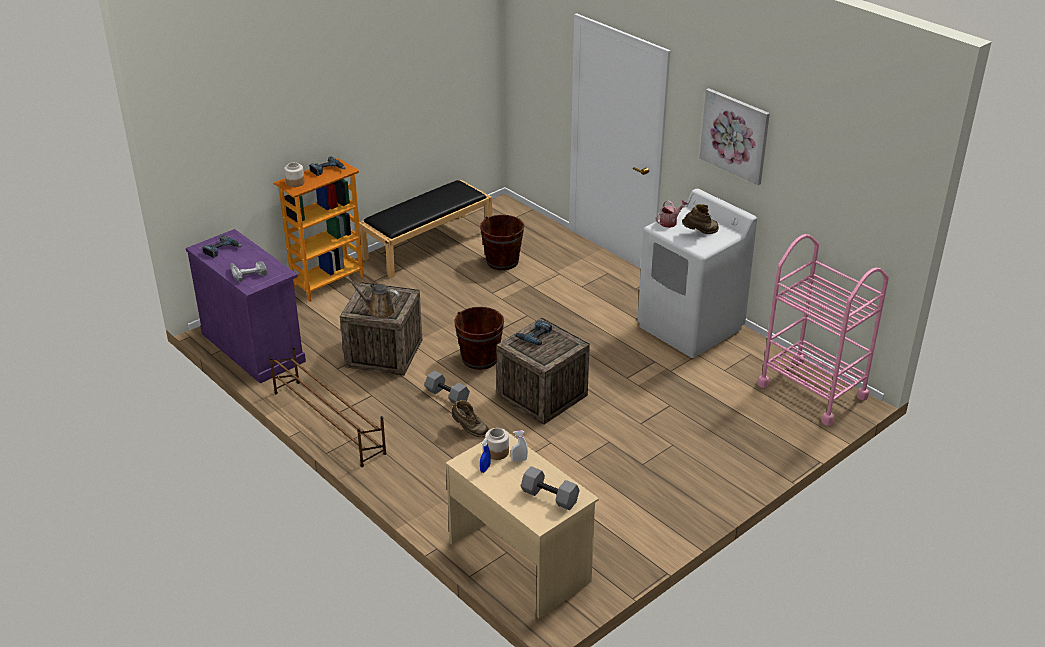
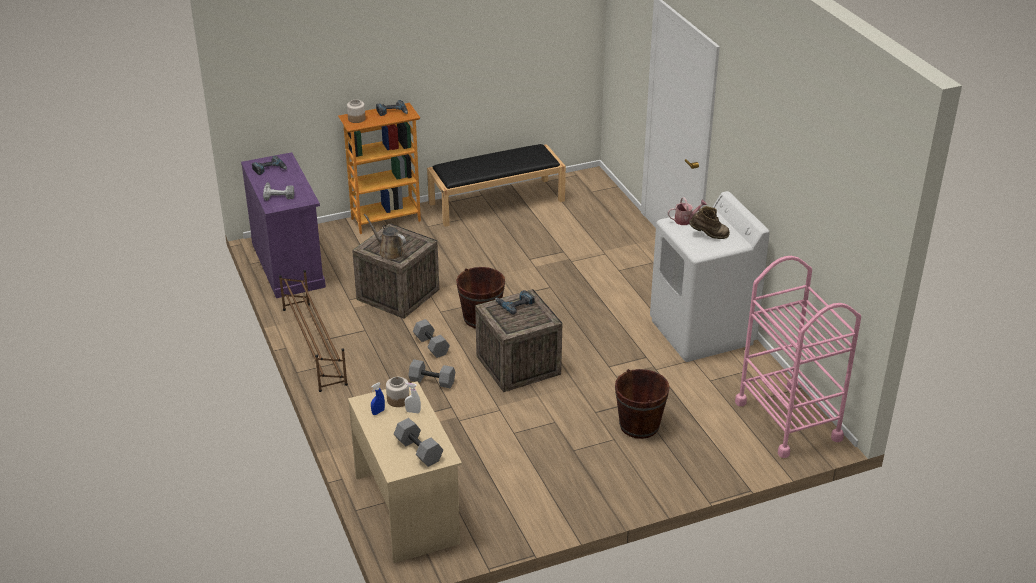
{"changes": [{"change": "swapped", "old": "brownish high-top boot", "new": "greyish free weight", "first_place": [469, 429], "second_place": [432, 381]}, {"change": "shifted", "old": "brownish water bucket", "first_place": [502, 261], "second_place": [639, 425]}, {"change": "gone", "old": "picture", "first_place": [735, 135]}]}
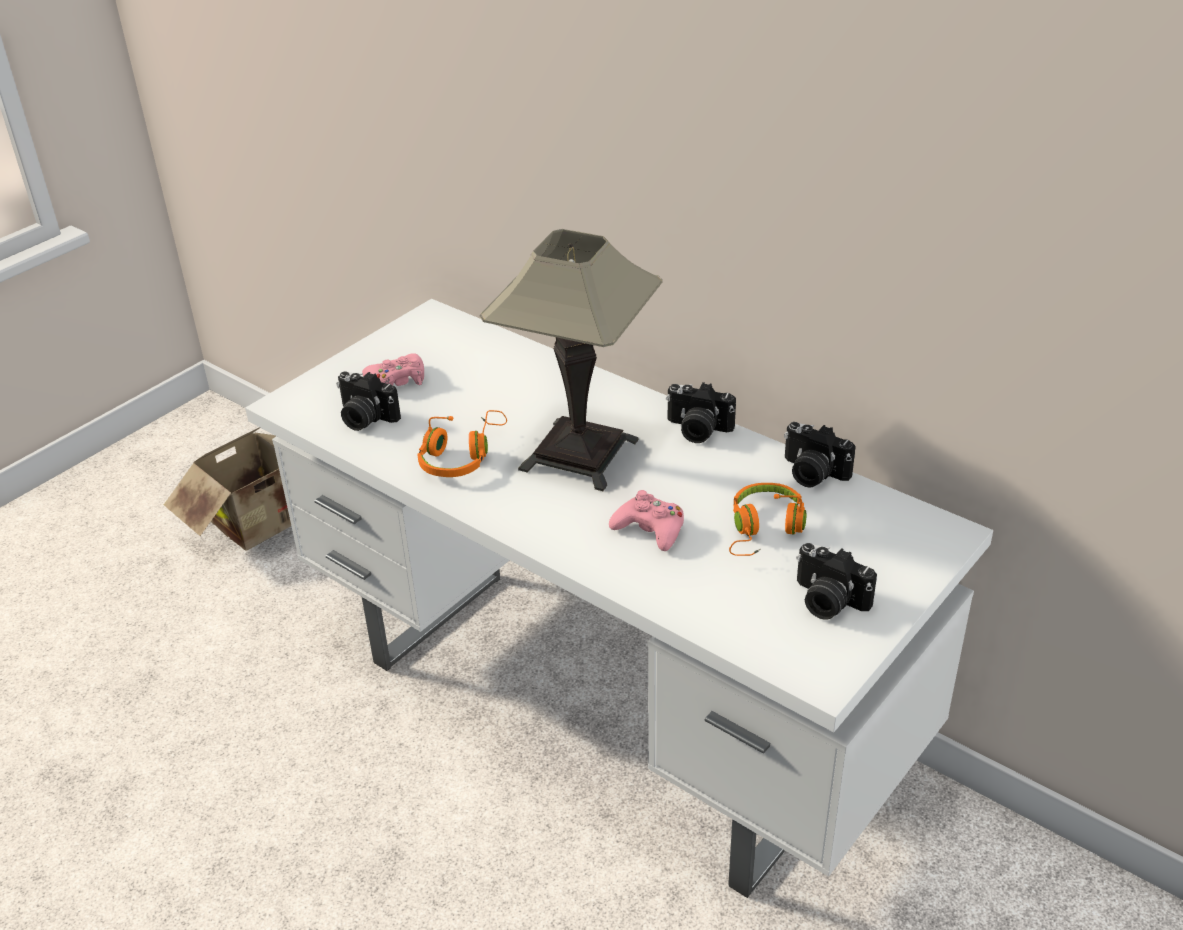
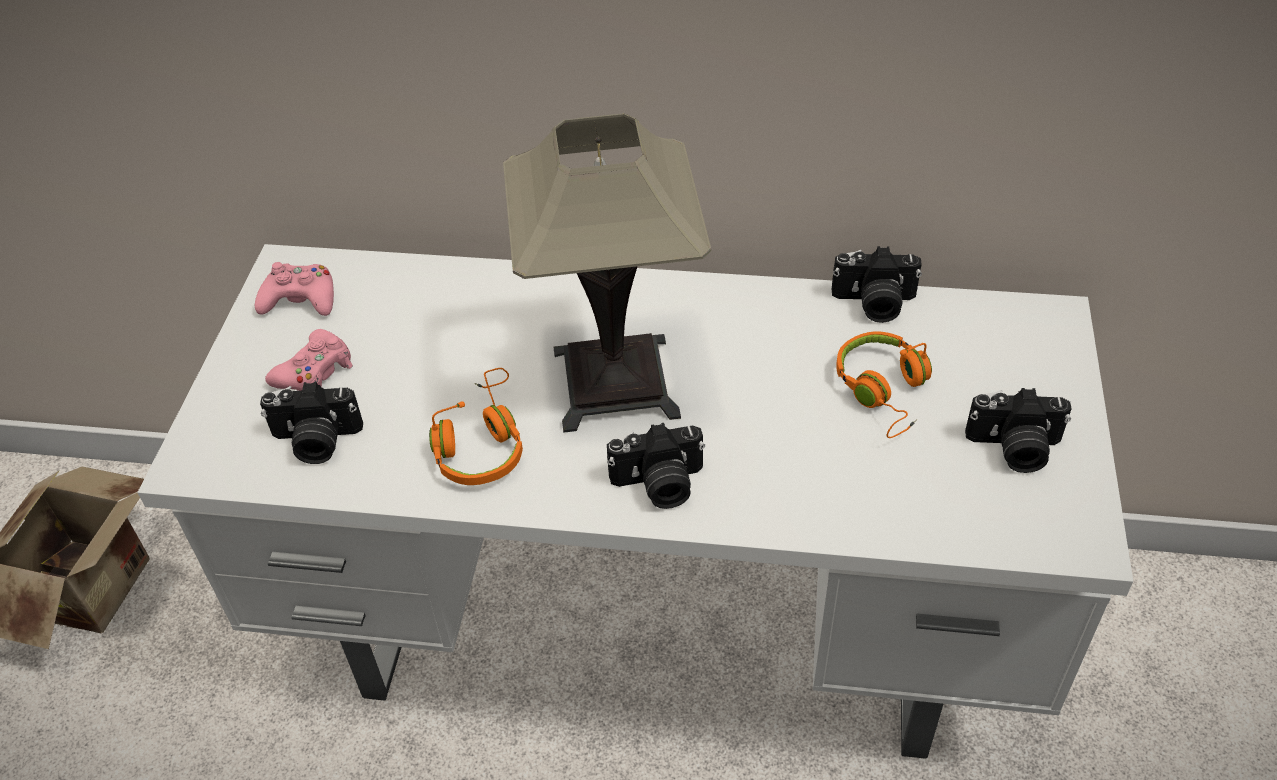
{"changes": [{"change": "shifted", "old": "pink-coloured joypad", "first_place": [650, 529], "second_place": [300, 299]}, {"change": "shifted", "old": "photo camera", "first_place": [697, 430], "second_place": [659, 485]}]}
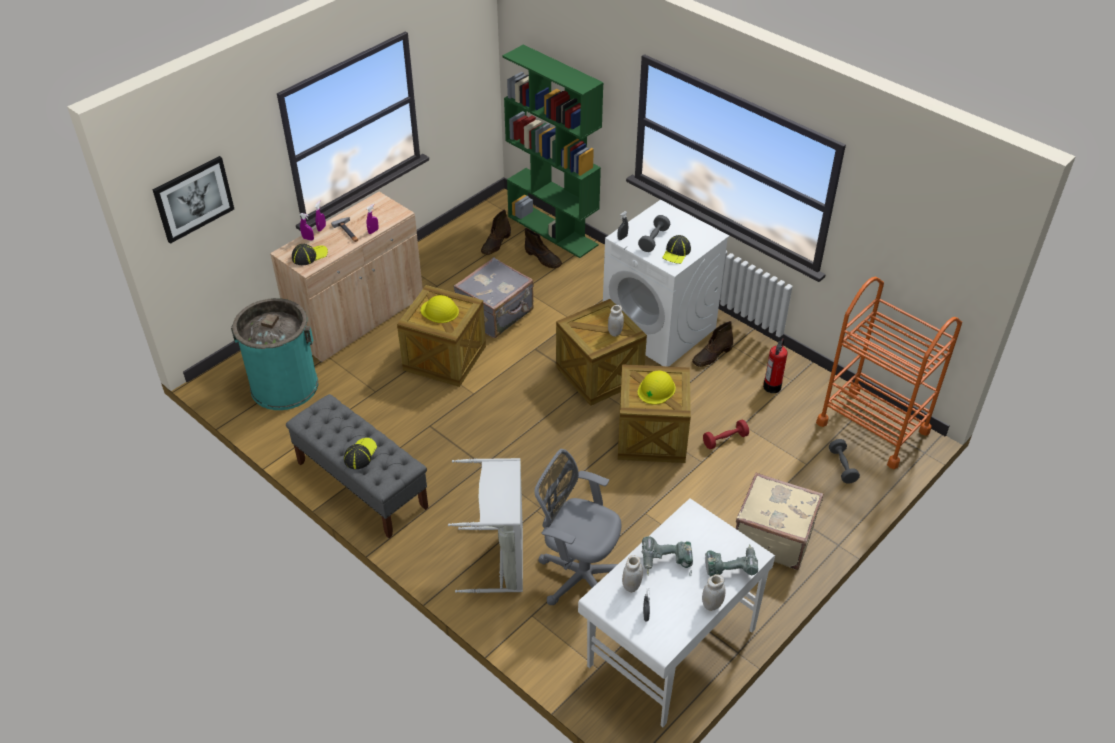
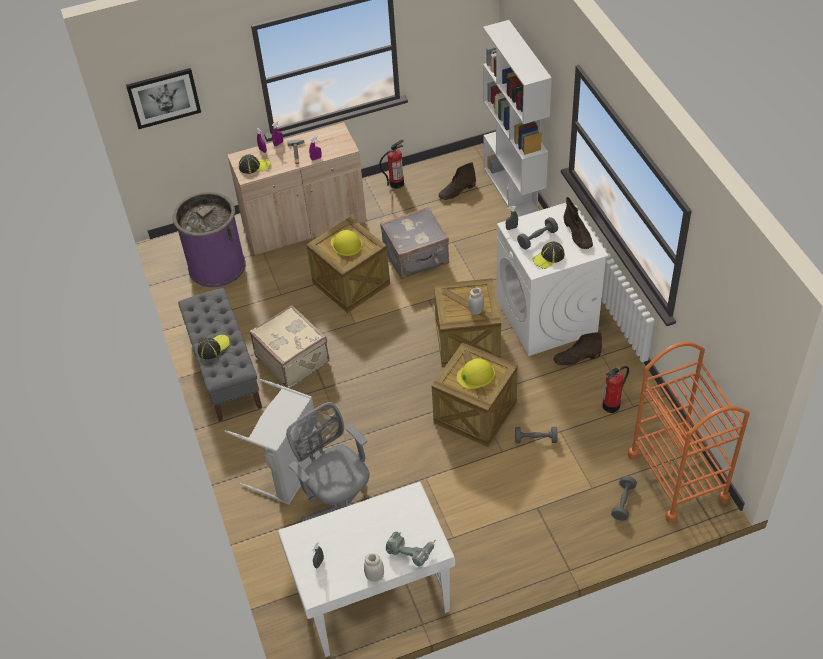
{"changes": [{"change": "repainted", "old": "blue-green rubbish bin", "new": "purple rubbish bin", "first_place": [284, 385], "second_place": [217, 266]}, {"change": "shifted", "old": "beige-coloured suitcase", "first_place": [773, 535], "second_place": [293, 359]}, {"change": "new", "new": "extinguisher", "second_place": [396, 183]}, {"change": "repainted", "old": "greenish bookcase", "new": "white-coloured bookcase", "first_place": [553, 230], "second_place": [514, 193]}, {"change": "repainted", "old": "red free weight", "new": "greyish free weight", "first_place": [725, 440], "second_place": [535, 439]}, {"change": "shifted", "old": "brownish high-top boot", "first_place": [543, 258], "second_place": [578, 234]}, {"change": "gone", "old": "white-coloured jar", "first_place": [631, 585]}, {"change": "gone", "old": "drill", "first_place": [666, 563]}]}
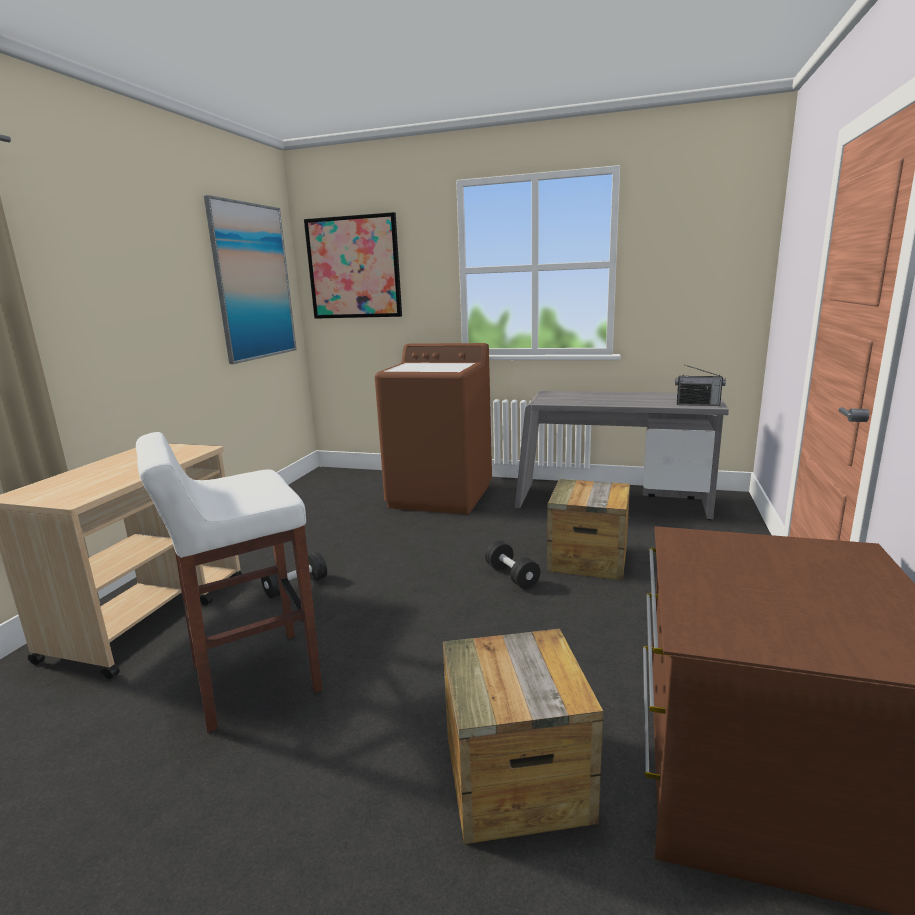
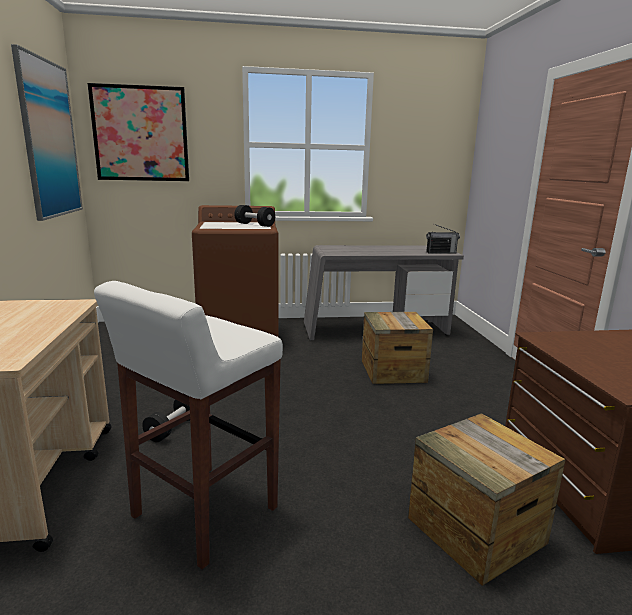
{"changes": [{"change": "shifted", "old": "black free weight", "first_place": [512, 576], "second_place": [254, 225]}]}
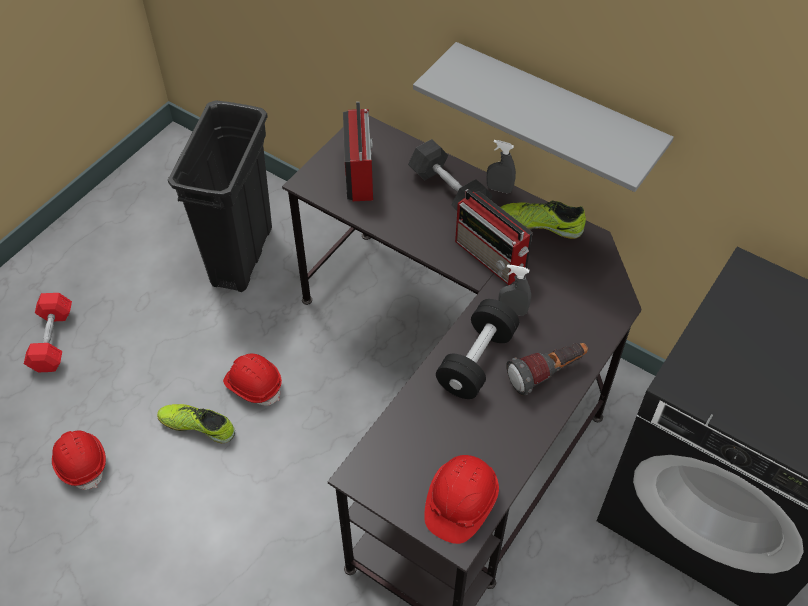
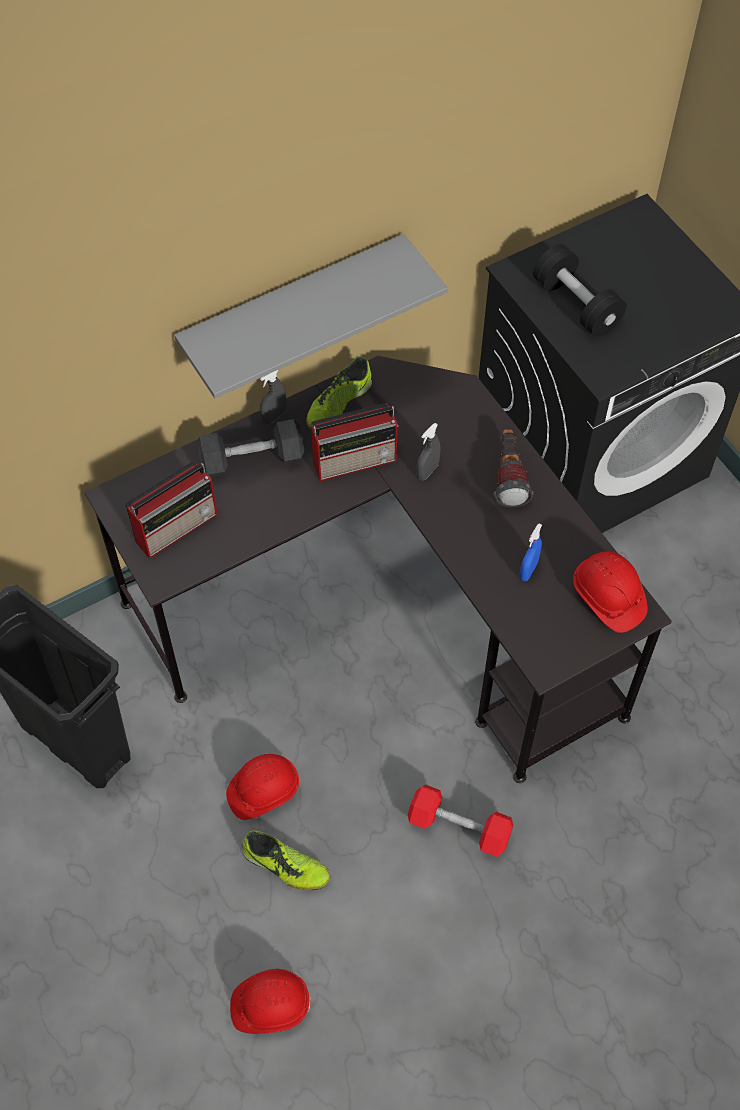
{"changes": [{"change": "rotated", "old": "radio set", "first_place": [360, 173], "second_place": [178, 526], "degrees": 120}, {"change": "rotated", "old": "low shoe", "first_place": [197, 426], "second_place": [285, 866], "degrees": -105}, {"change": "shifted", "old": "red free weight", "first_place": [52, 340], "second_place": [459, 827]}, {"change": "new", "new": "bluish hand sprayer", "second_place": [528, 570]}, {"change": "shifted", "old": "black free weight", "first_place": [476, 360], "second_place": [576, 305]}]}
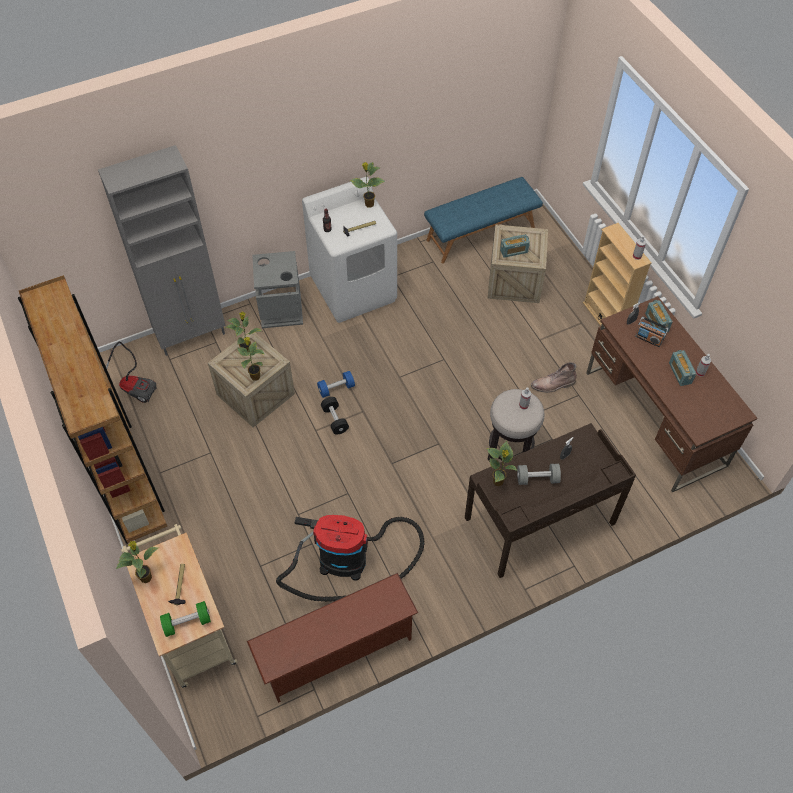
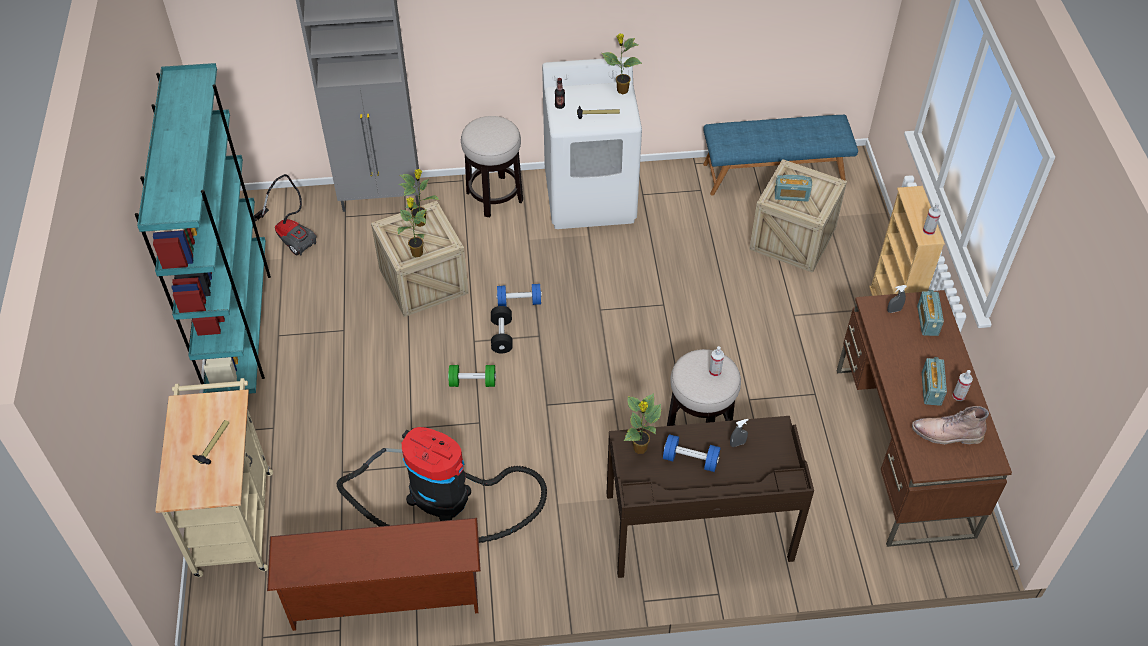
{"changes": [{"change": "repainted", "old": "brownish bookcase", "new": "blue-green bookcase", "first_place": [125, 475], "second_place": [240, 327]}, {"change": "shifted", "old": "greenish free weight", "first_place": [187, 622], "second_place": [472, 382]}, {"change": "swapped", "old": "greyish rubbish bin", "new": "stool seat", "first_place": [280, 310], "second_place": [494, 196]}, {"change": "repainted", "old": "greyish free weight", "new": "bluish free weight", "first_place": [537, 478], "second_place": [690, 460]}, {"change": "shifted", "old": "brownish high-top boot", "first_place": [553, 385], "second_place": [946, 434]}, {"change": "gone", "old": "potted plant", "first_place": [146, 577]}, {"change": "gone", "old": "radio set", "first_place": [648, 339]}]}
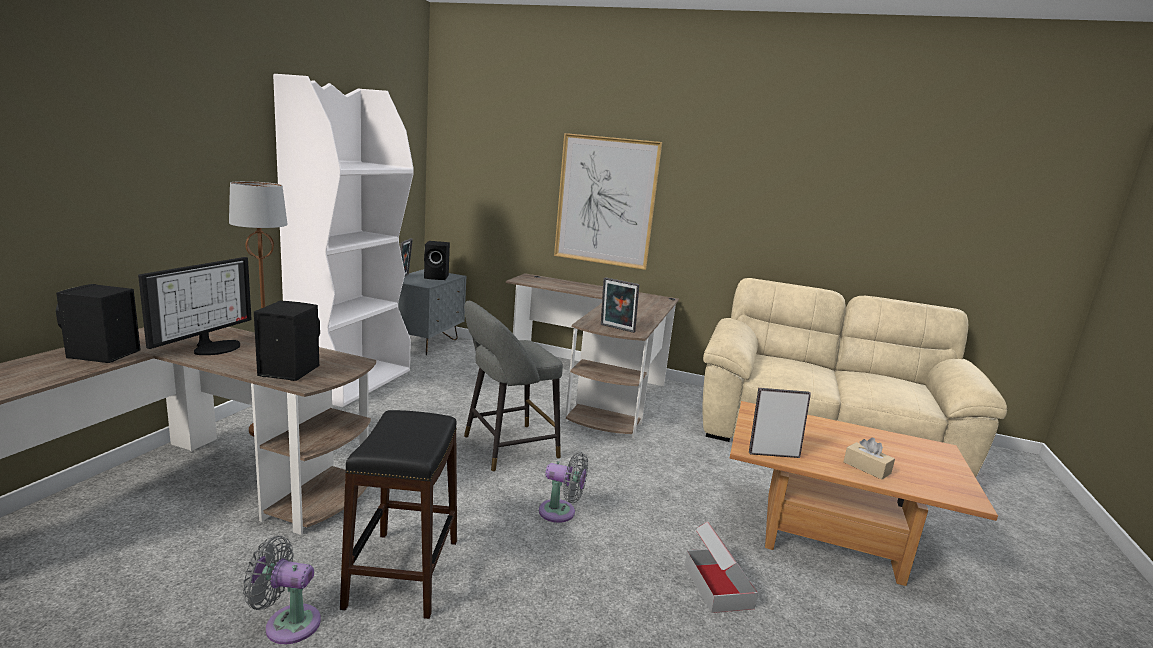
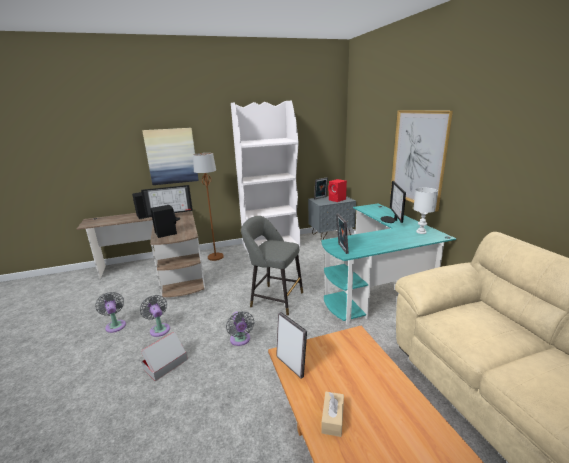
{"changes": [{"change": "swapped", "old": "black stool seat", "new": "greyish cooling fan", "first_place": [404, 572], "second_place": [159, 329]}, {"change": "shifted", "old": "packing box", "first_place": [718, 586], "second_place": [165, 364]}, {"change": "new", "new": "picture", "second_place": [171, 156]}, {"change": "repainted", "old": "brownish desk table", "new": "blue-green desk table", "first_place": [596, 387], "second_place": [381, 286]}, {"change": "repainted", "old": "black loudspeaker", "new": "red loudspeaker", "first_place": [437, 277], "second_place": [337, 200]}, {"change": "new", "new": "monitor", "second_place": [390, 219]}, {"change": "new", "new": "white-coloured table lamp", "second_place": [421, 232]}]}
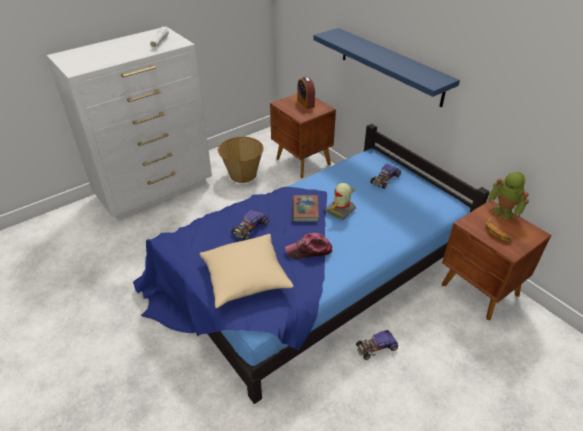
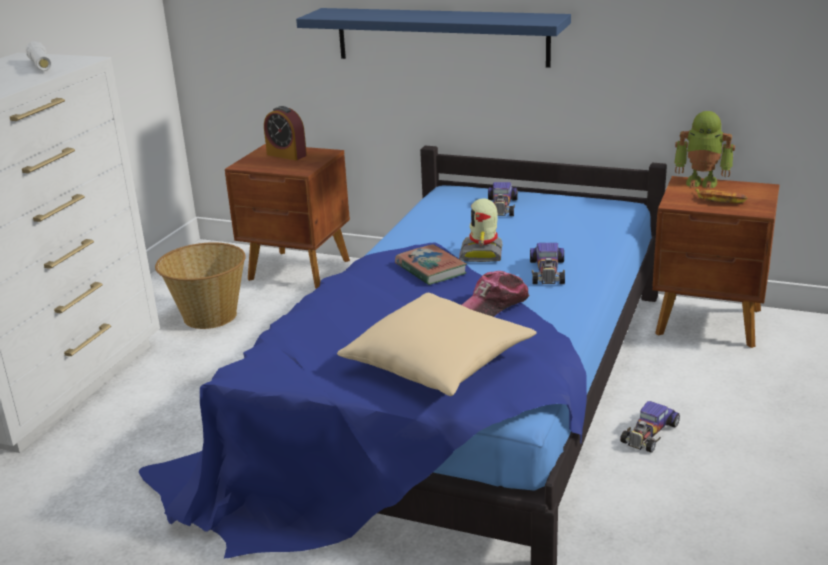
{"changes": [{"change": "shifted", "old": "toy car", "first_place": [249, 228], "second_place": [547, 272]}]}
